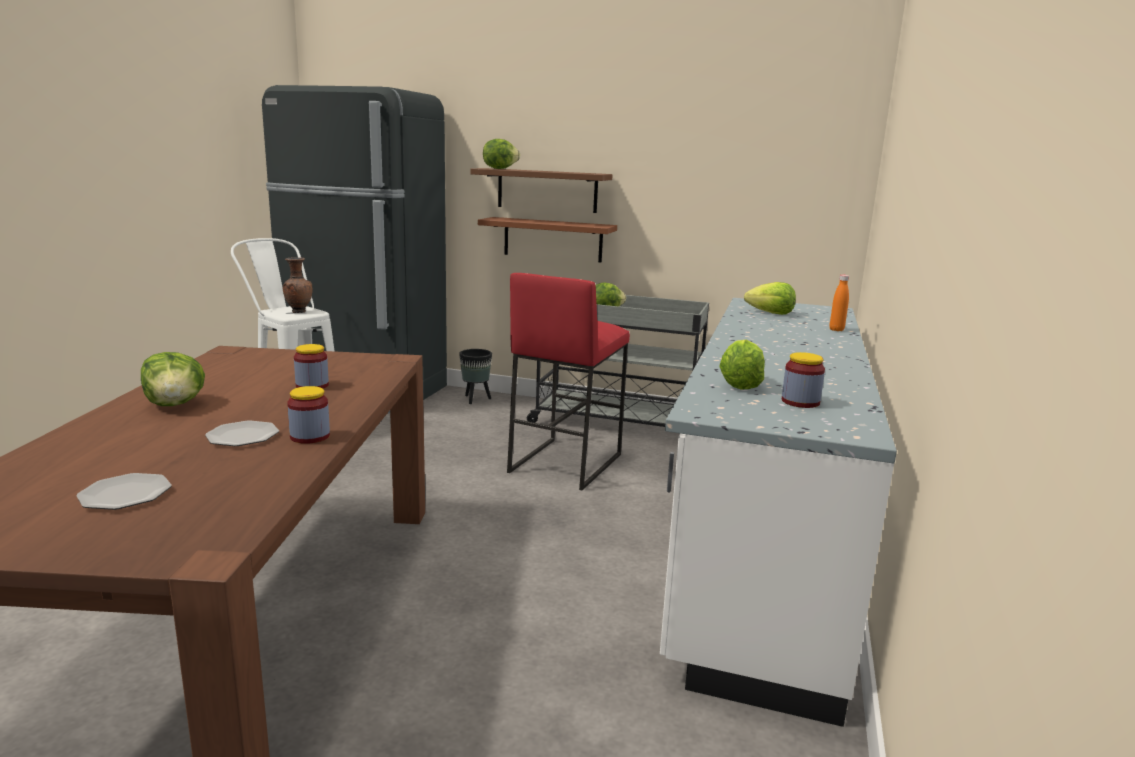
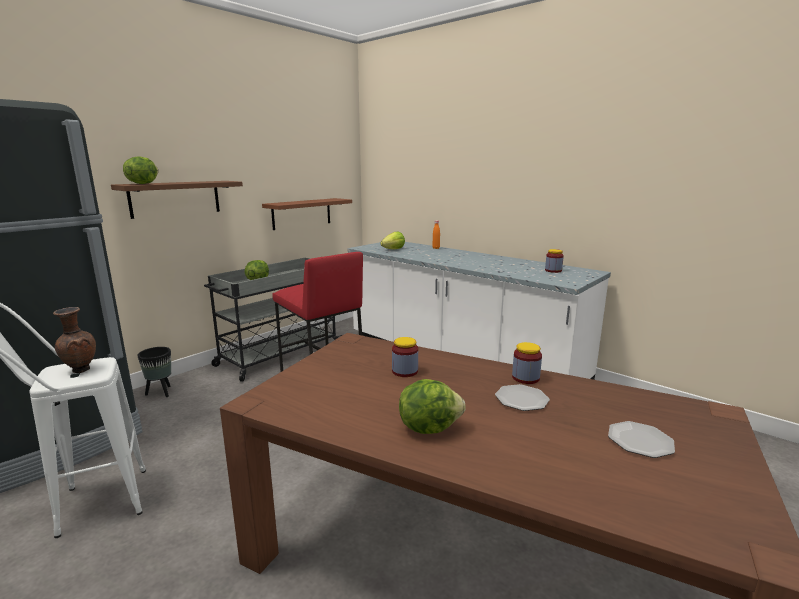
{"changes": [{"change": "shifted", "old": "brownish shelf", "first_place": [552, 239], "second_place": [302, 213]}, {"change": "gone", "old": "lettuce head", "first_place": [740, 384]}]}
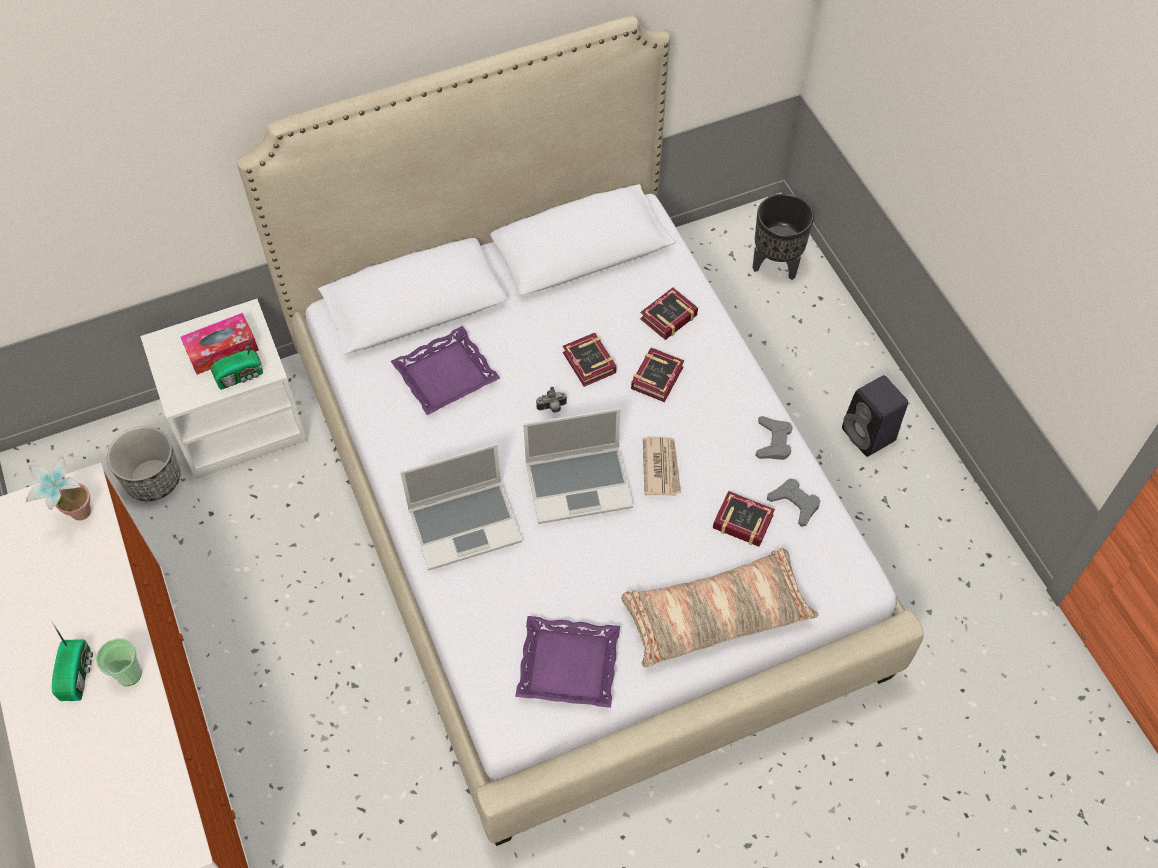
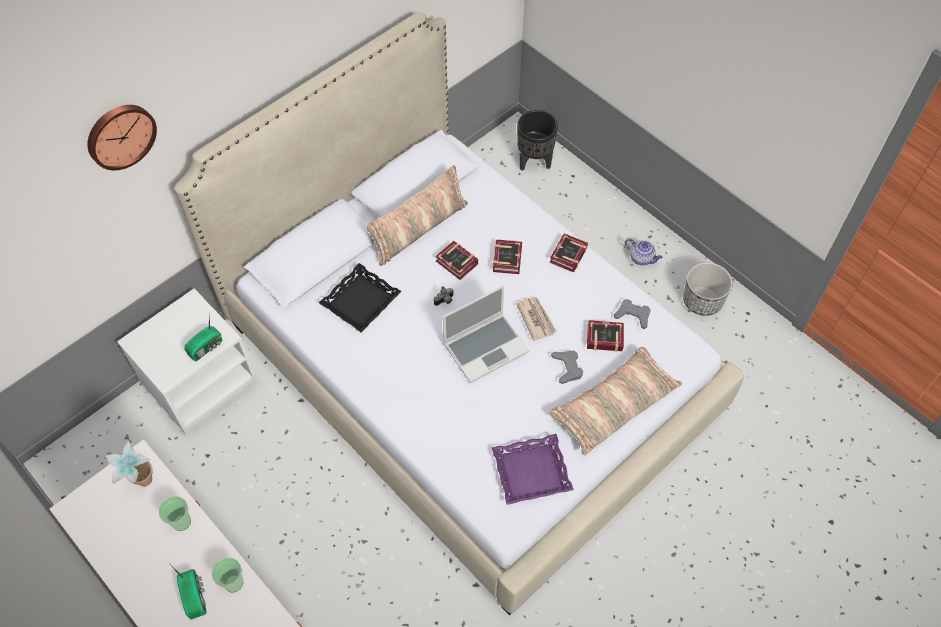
{"changes": [{"change": "new", "new": "hanging clock", "second_place": [120, 135]}, {"change": "new", "new": "small cup", "second_place": [181, 522]}, {"change": "repainted", "old": "purple tray", "new": "black tray", "first_place": [445, 375], "second_place": [360, 301]}, {"change": "new", "new": "pillow", "second_place": [419, 229]}, {"change": "shifted", "old": "volume", "first_place": [666, 317], "second_place": [566, 256]}, {"change": "shifted", "old": "greyish joypad", "first_place": [773, 441], "second_place": [567, 368]}, {"change": "swapped", "old": "black loudspeaker", "new": "teapot", "first_place": [870, 435], "second_place": [642, 258]}, {"change": "shifted", "old": "plant pot", "first_place": [154, 479], "second_place": [702, 301]}, {"change": "gone", "old": "tissue box", "first_place": [222, 350]}, {"change": "gone", "old": "portable computer", "first_place": [465, 524]}]}
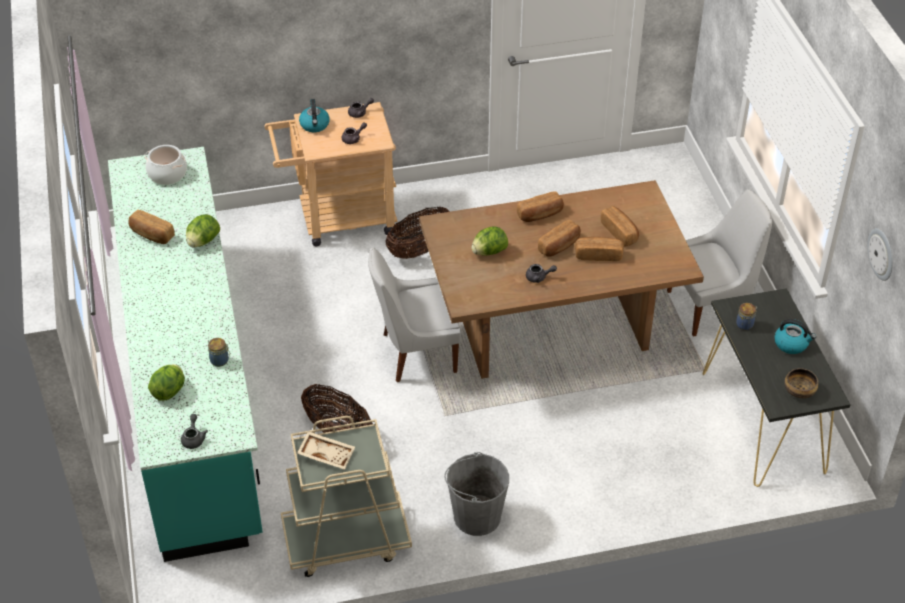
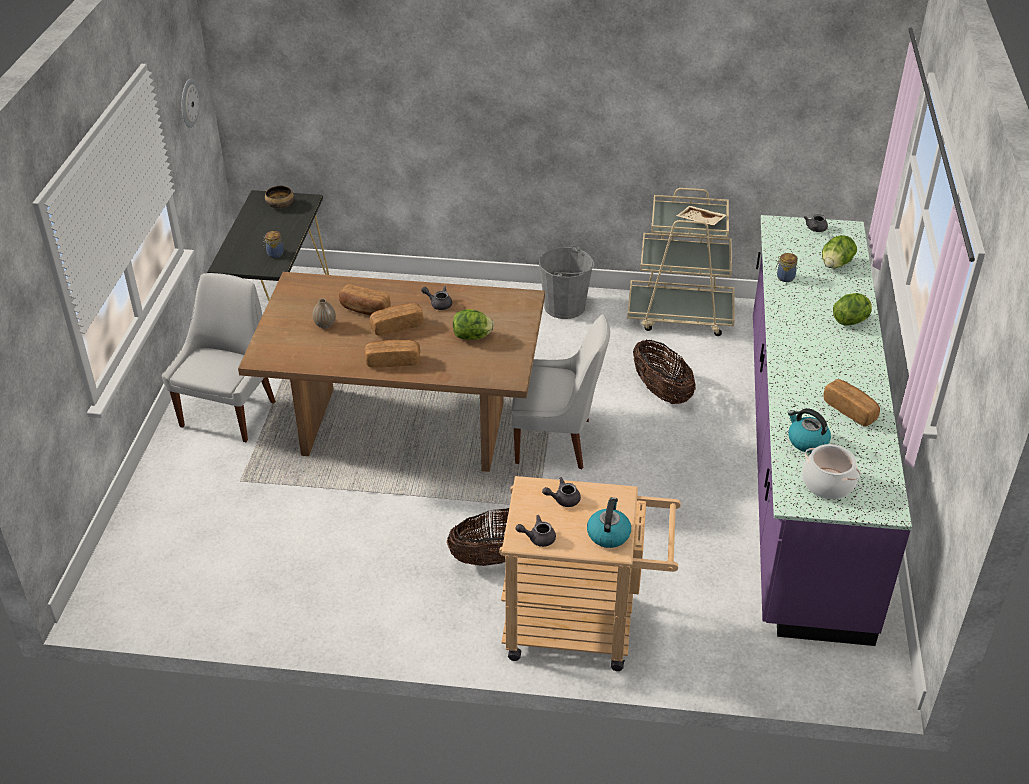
{"changes": [{"change": "rotated", "old": "white-coloured upright chair", "first_place": [710, 307], "second_place": [230, 412], "degrees": 105}, {"change": "swapped", "old": "baked bread", "new": "flower vase", "first_place": [620, 232], "second_place": [325, 325]}, {"change": "repainted", "old": "blue-green kitchen base unit", "new": "purple kitchen base unit", "first_place": [193, 387], "second_place": [801, 465]}, {"change": "shifted", "old": "kettle", "first_place": [791, 344], "second_place": [807, 441]}, {"change": "shifted", "old": "lettuce head", "first_place": [203, 241], "second_place": [851, 321]}]}
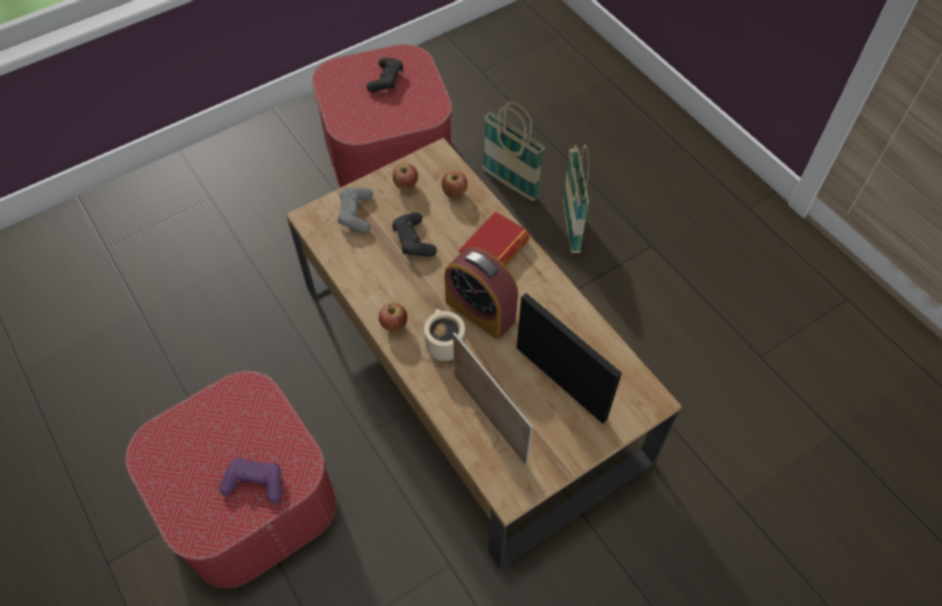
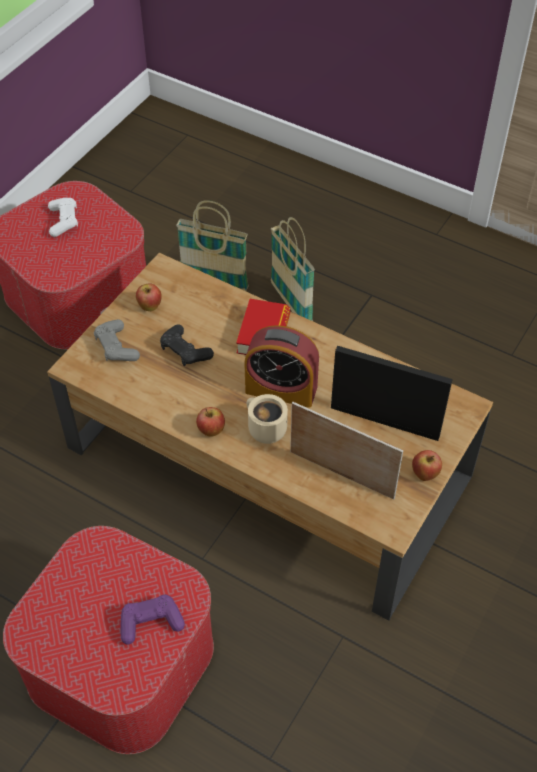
{"changes": [{"change": "repainted", "old": "black joypad", "new": "white-coloured joypad", "first_place": [386, 80], "second_place": [63, 221]}, {"change": "shifted", "old": "whole apple", "first_place": [454, 194], "second_place": [425, 474]}]}
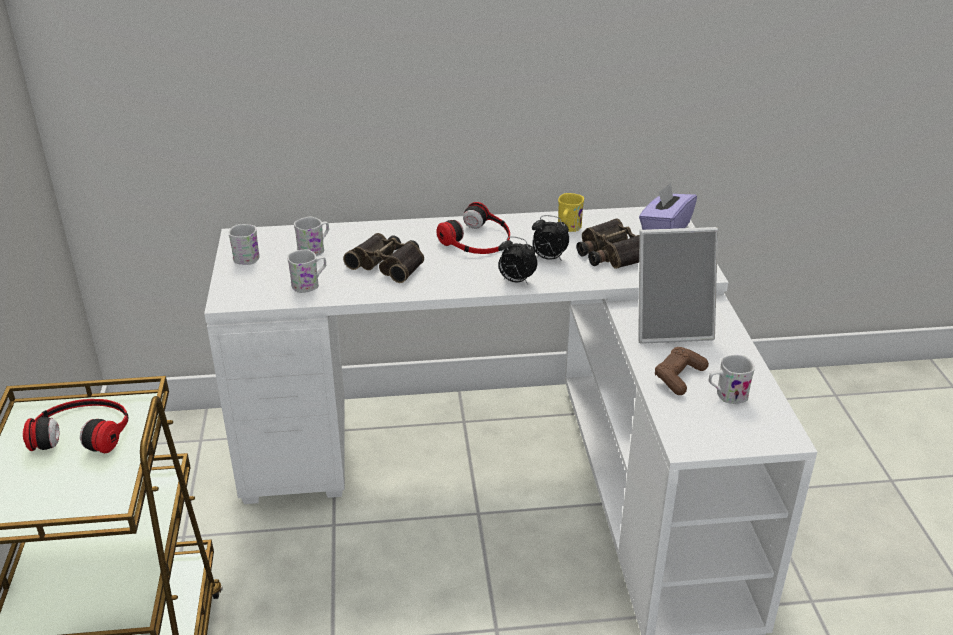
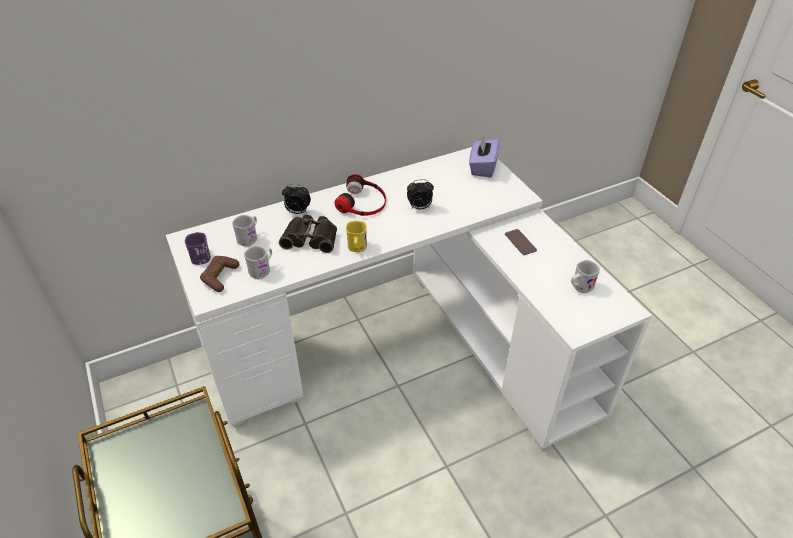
{"changes": [{"change": "repainted", "old": "white-coloured coffee mug", "new": "purple coffee mug", "first_place": [248, 256], "second_place": [201, 255]}, {"change": "shifted", "old": "brownish joypad", "first_place": [679, 377], "second_place": [220, 277]}, {"change": "shifted", "old": "alarm clock", "first_place": [515, 281], "second_place": [297, 212]}, {"change": "shifted", "old": "yellow coffee mug", "first_place": [568, 228], "second_place": [357, 248]}, {"change": "swapped", "old": "standing frame", "new": "telephone", "first_place": [671, 327], "second_place": [520, 242]}, {"change": "gone", "old": "headset", "first_place": [83, 431]}, {"change": "gone", "old": "field glasses", "first_place": [610, 253]}]}
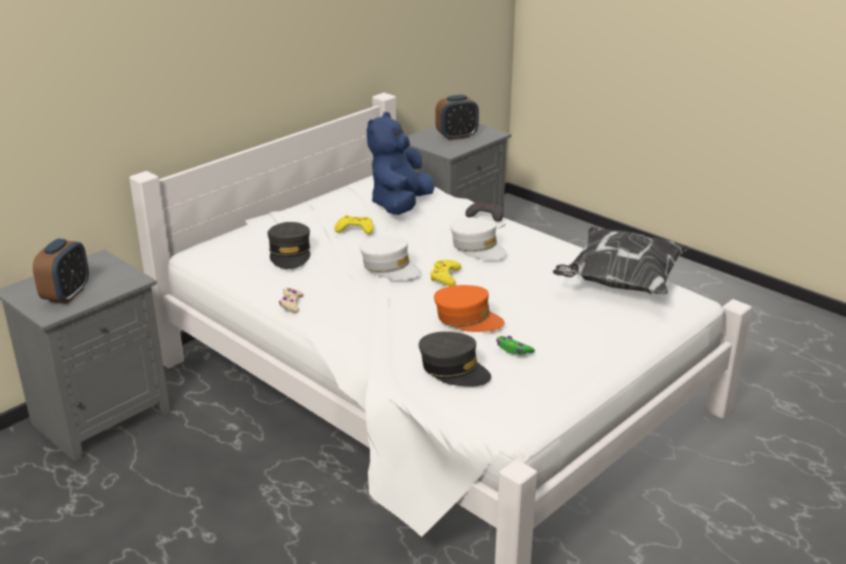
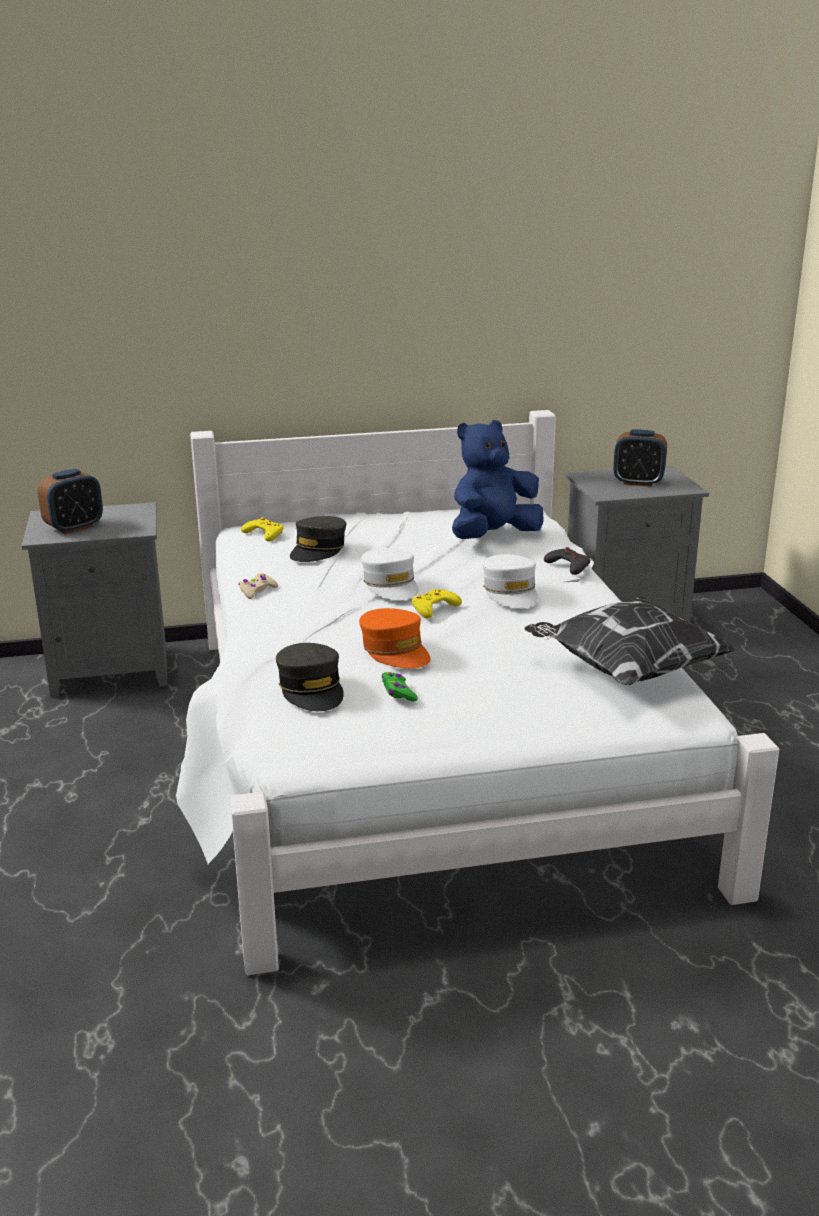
{"changes": [{"change": "shifted", "old": "yellow joypad", "first_place": [355, 229], "second_place": [264, 534]}]}
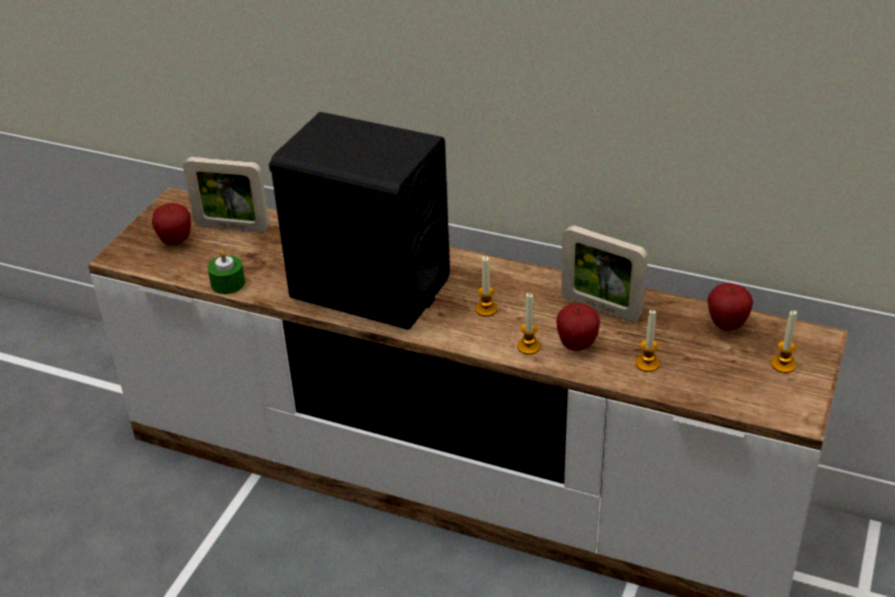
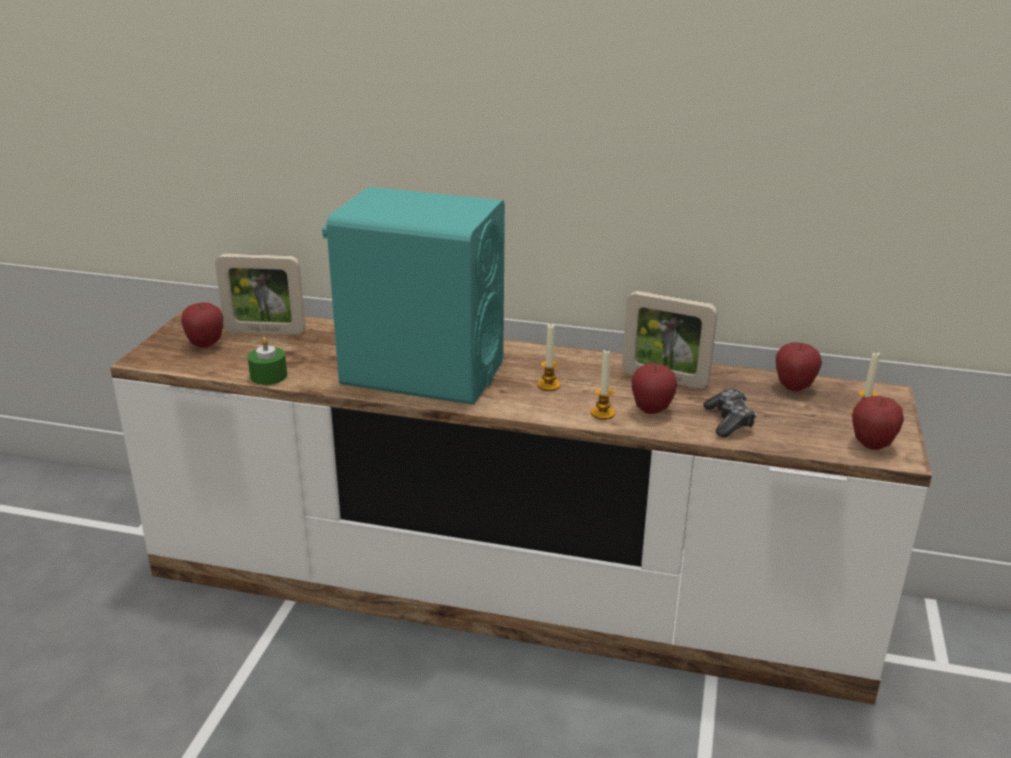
{"changes": [{"change": "repainted", "old": "black loudspeaker", "new": "blue-green loudspeaker", "first_place": [369, 288], "second_place": [422, 373]}, {"change": "swapped", "old": "candle", "new": "joypad", "first_place": [647, 364], "second_place": [729, 421]}, {"change": "new", "new": "whole apple", "second_place": [872, 444]}]}
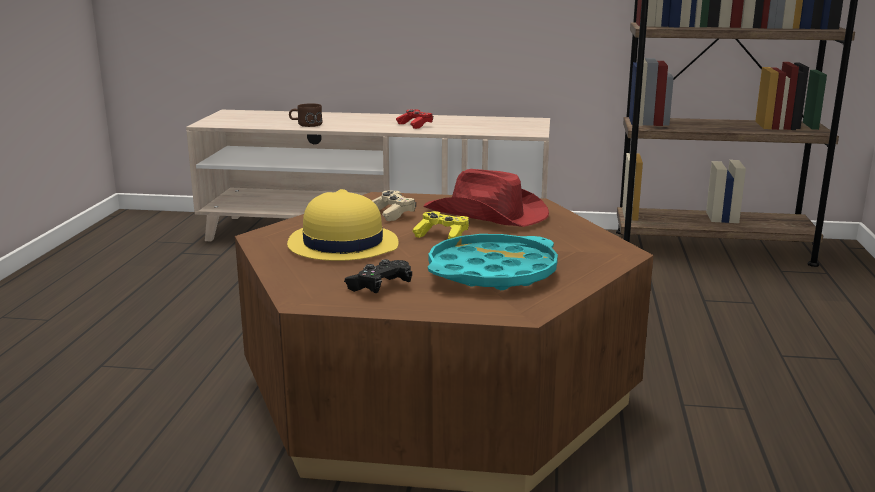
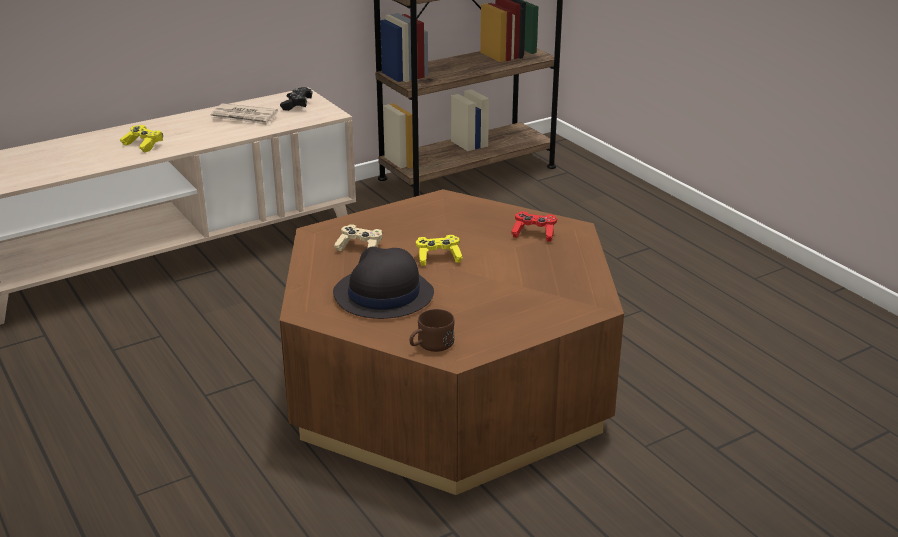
{"changes": [{"change": "new", "new": "yellow joypad", "second_place": [143, 145]}, {"change": "new", "new": "newspaper", "second_place": [244, 117]}, {"change": "shifted", "old": "black joypad", "first_place": [379, 287], "second_place": [297, 105]}, {"change": "repainted", "old": "yellow hat", "new": "black hat", "first_place": [342, 244], "second_place": [383, 295]}, {"change": "shifted", "old": "brownish coffee mug", "first_place": [305, 124], "second_place": [430, 345]}, {"change": "shifted", "old": "red joypad", "first_place": [415, 125], "second_place": [534, 233]}, {"change": "gone", "old": "red hat", "first_place": [487, 215]}, {"change": "gone", "old": "blue-green tray", "first_place": [492, 272]}]}
